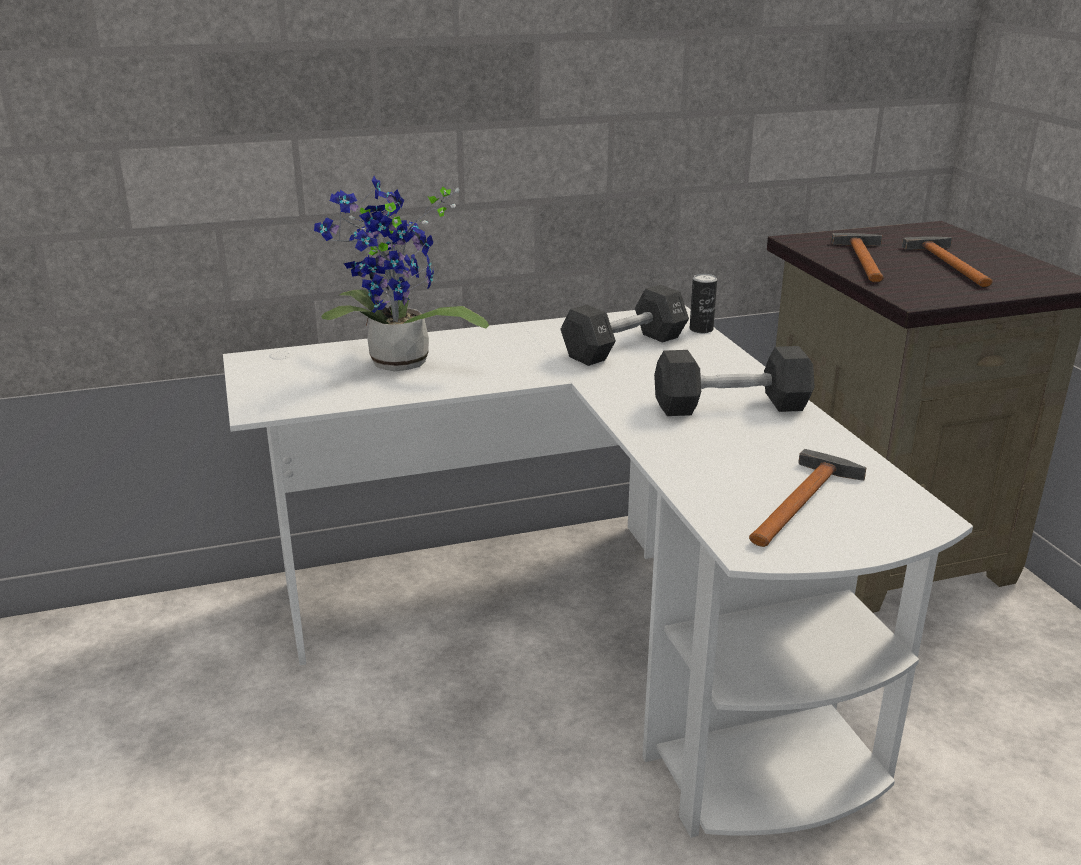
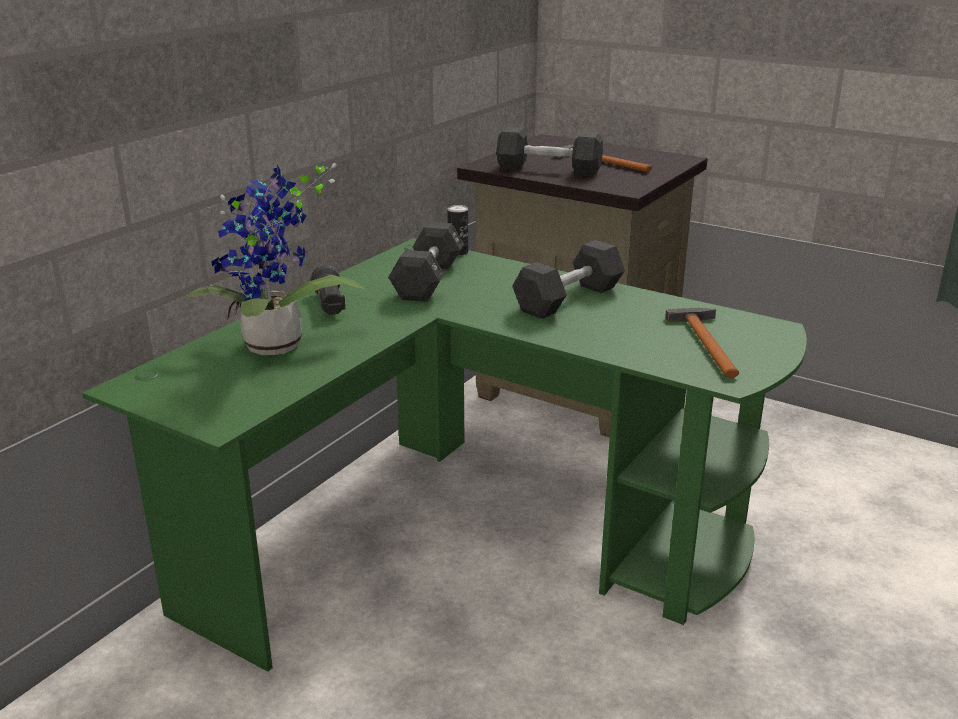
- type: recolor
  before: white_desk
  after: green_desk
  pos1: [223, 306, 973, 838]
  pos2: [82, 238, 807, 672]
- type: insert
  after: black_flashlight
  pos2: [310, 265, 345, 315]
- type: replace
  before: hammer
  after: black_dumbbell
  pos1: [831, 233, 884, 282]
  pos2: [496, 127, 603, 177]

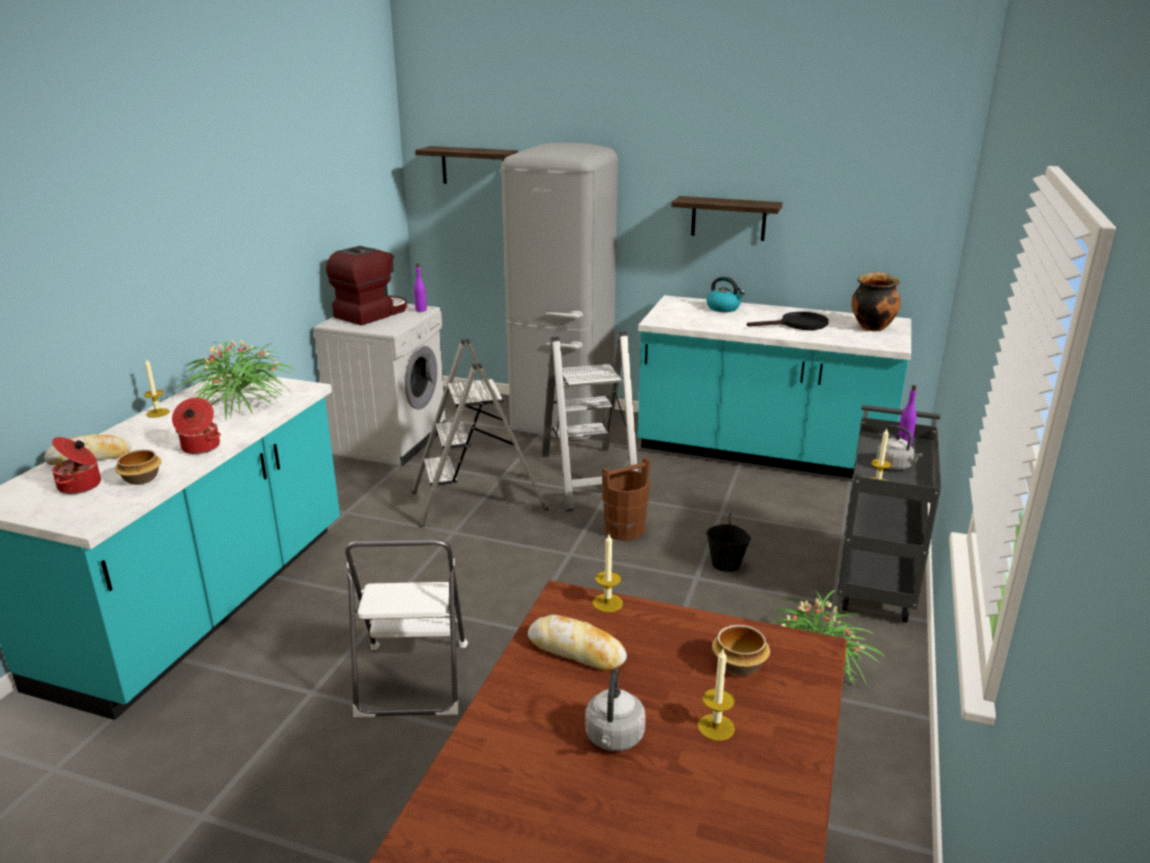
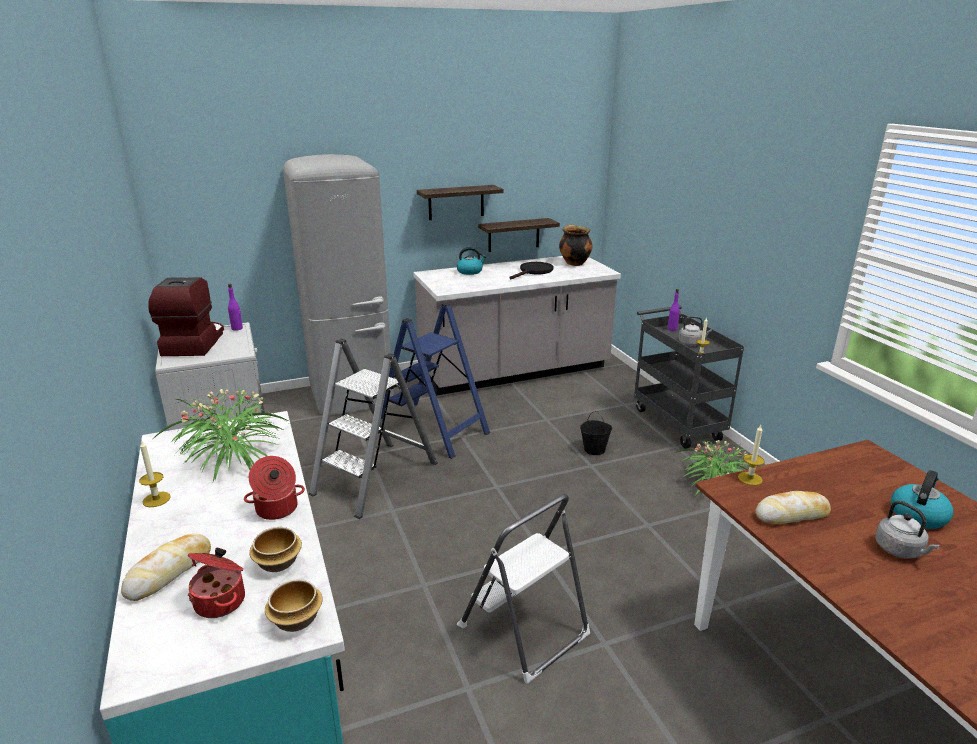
- type: move
  before: bowl
  pos1: [712, 625, 770, 676]
  pos2: [265, 579, 322, 632]
- type: recolor
  before: grey_step_ladder
  after: blue_step_ladder
  pos1: [541, 332, 638, 511]
  pos2: [381, 302, 490, 459]
- type: recolor
  before: turquoise_counter
  after: grey_counter
  pos1: [637, 295, 911, 479]
  pos2: [413, 256, 621, 395]
- type: move
  before: shelf
  pos1: [415, 146, 518, 184]
  pos2: [478, 218, 560, 252]
- type: replace
  before: candle
  after: kettle
  pos1: [698, 649, 735, 741]
  pos2: [891, 470, 953, 529]
- type: delete
  before: brown_bucket
  pos1: [602, 457, 650, 541]

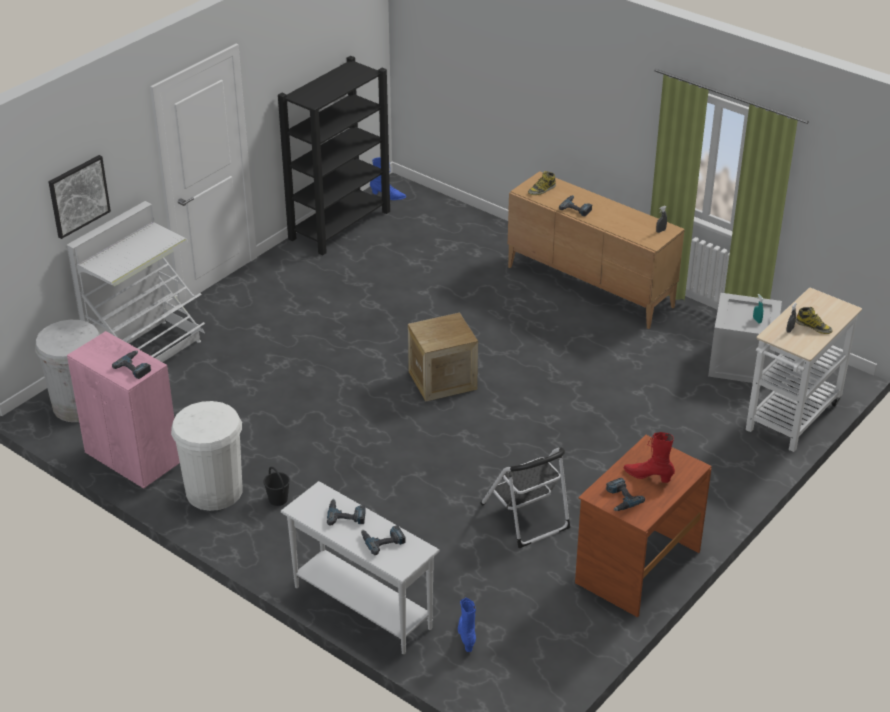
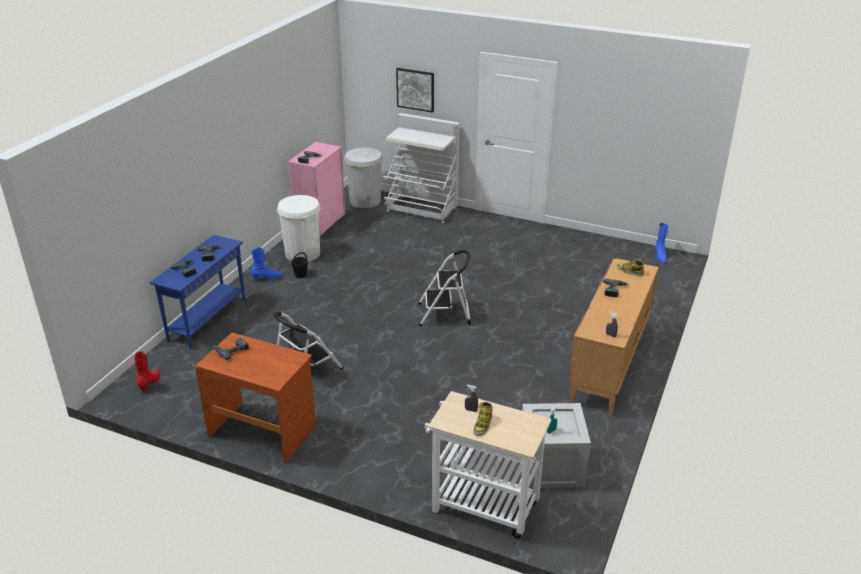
- type: move
  before: red_boot
  pos1: [624, 432, 675, 483]
  pos2: [134, 351, 160, 391]
- type: recolor
  before: white_console_table
  after: blue_console_table
  pos1: [281, 481, 440, 655]
  pos2: [150, 235, 245, 349]
- type: move
  before: blue_boot
  pos1: [458, 597, 476, 652]
  pos2: [251, 247, 283, 280]
- type: replace
  before: crate
  after: step_ladder
  pos1: [408, 312, 478, 402]
  pos2: [418, 250, 471, 326]
- type: delete
  before: black_bookcase
  pos1: [278, 56, 390, 255]

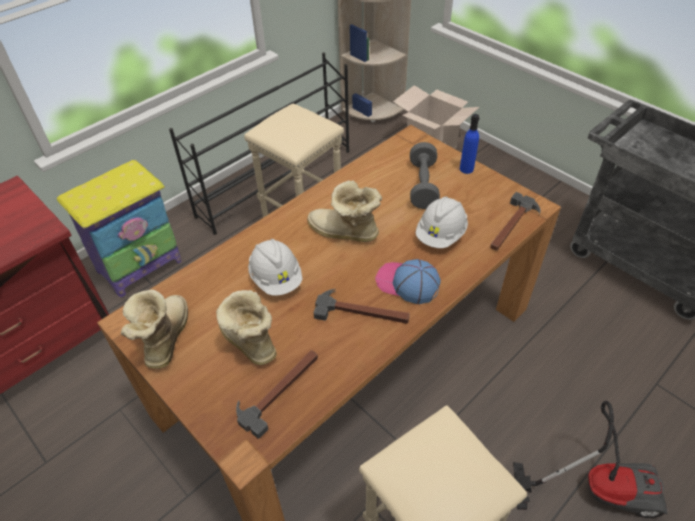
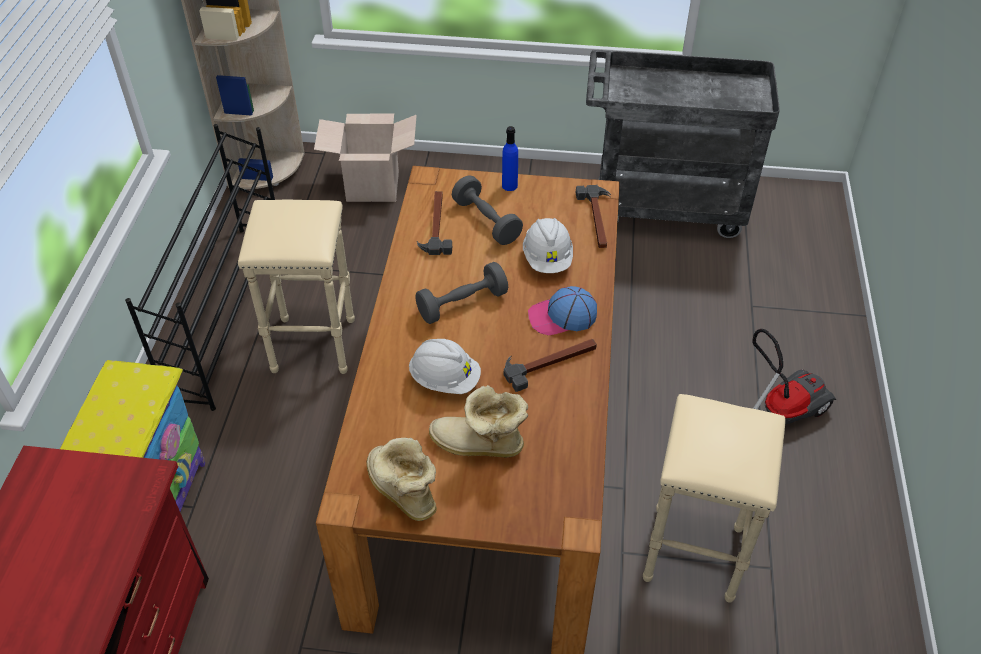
- type: replace
  before: boot
  after: grey_dumbbell
  pos1: [307, 180, 382, 242]
  pos2: [415, 262, 508, 324]
- type: move
  before: hammer
  pos1: [236, 350, 318, 439]
  pos2: [417, 191, 452, 255]

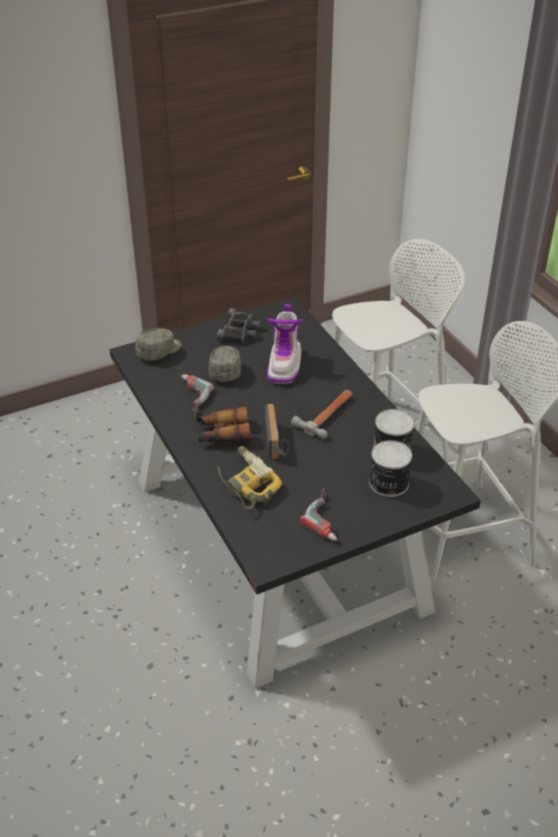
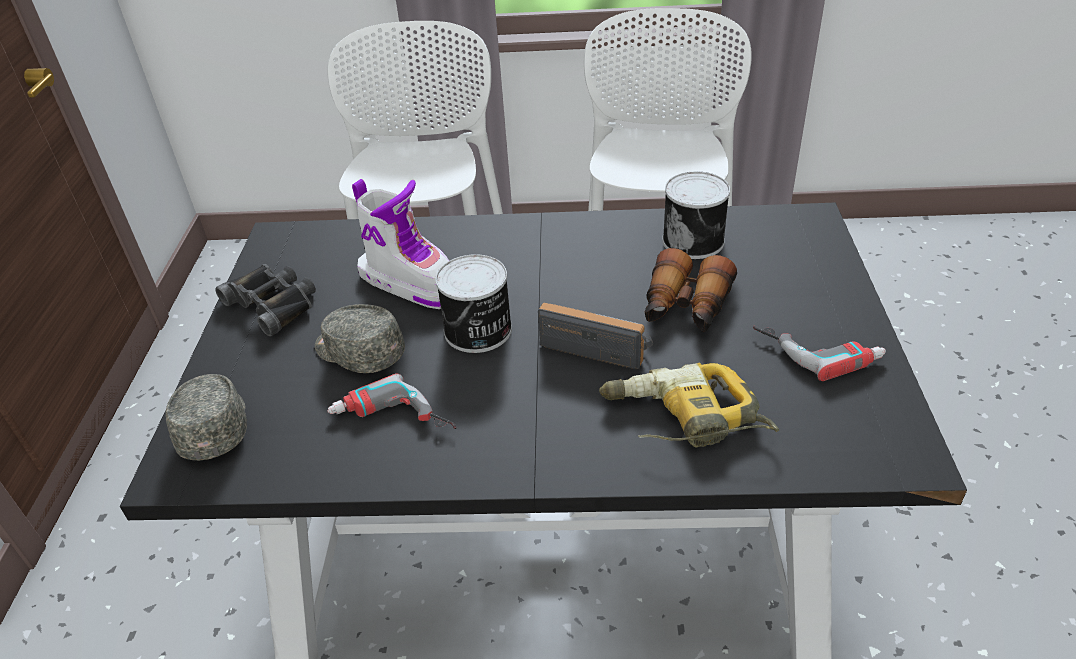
- type: move
  before: can
  pos1: [369, 440, 412, 497]
  pos2: [435, 254, 512, 353]
- type: move
  before: binoculars
  pos1: [196, 406, 251, 444]
  pos2: [645, 248, 737, 332]
- type: delete
  before: hammer
  pos1: [291, 390, 353, 439]

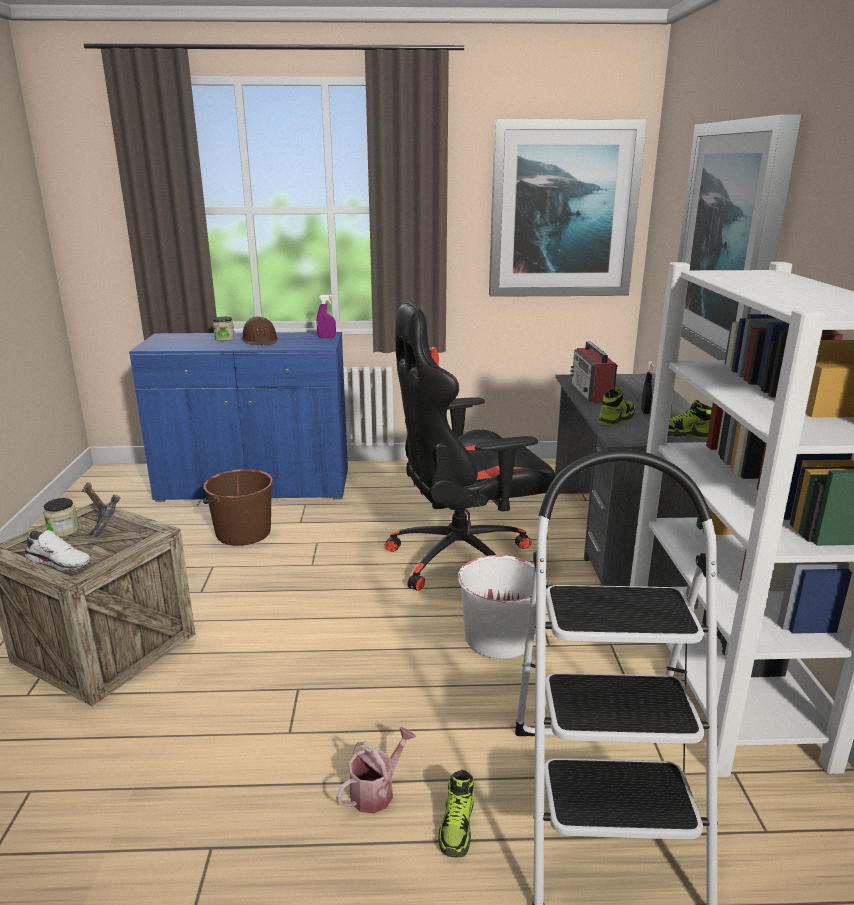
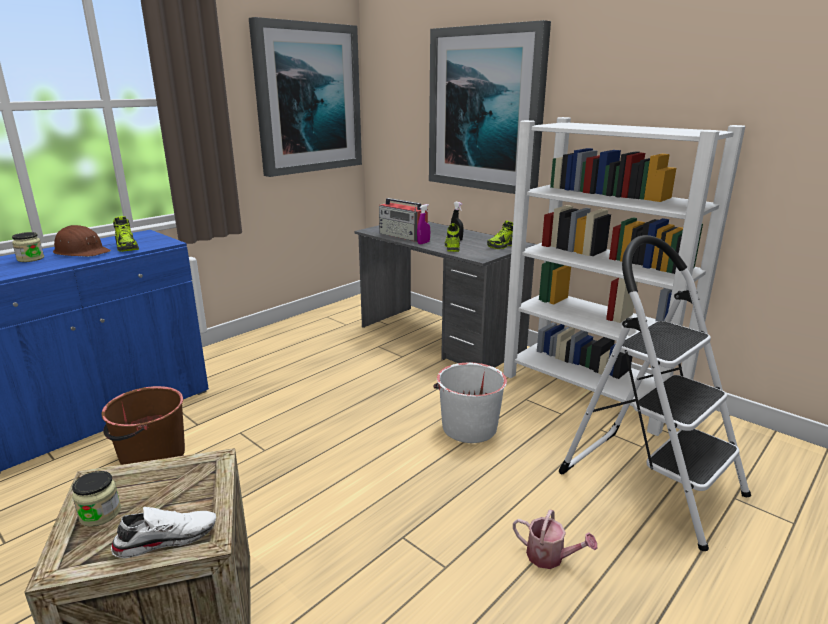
- type: move
  before: shoe
  pos1: [438, 770, 474, 858]
  pos2: [113, 216, 139, 252]
- type: move
  before: purple_spray_bottle
  pos1: [317, 294, 336, 338]
  pos2: [417, 204, 430, 245]
- type: rotate
  before: watering_can
  pos1: [336, 727, 416, 814]
  pos2: [513, 510, 597, 569]
  turn: 120
- type: delete
  before: hammer
  pos1: [82, 482, 121, 537]
- type: delete
  before: black_office_chair
  pos1: [385, 302, 555, 591]

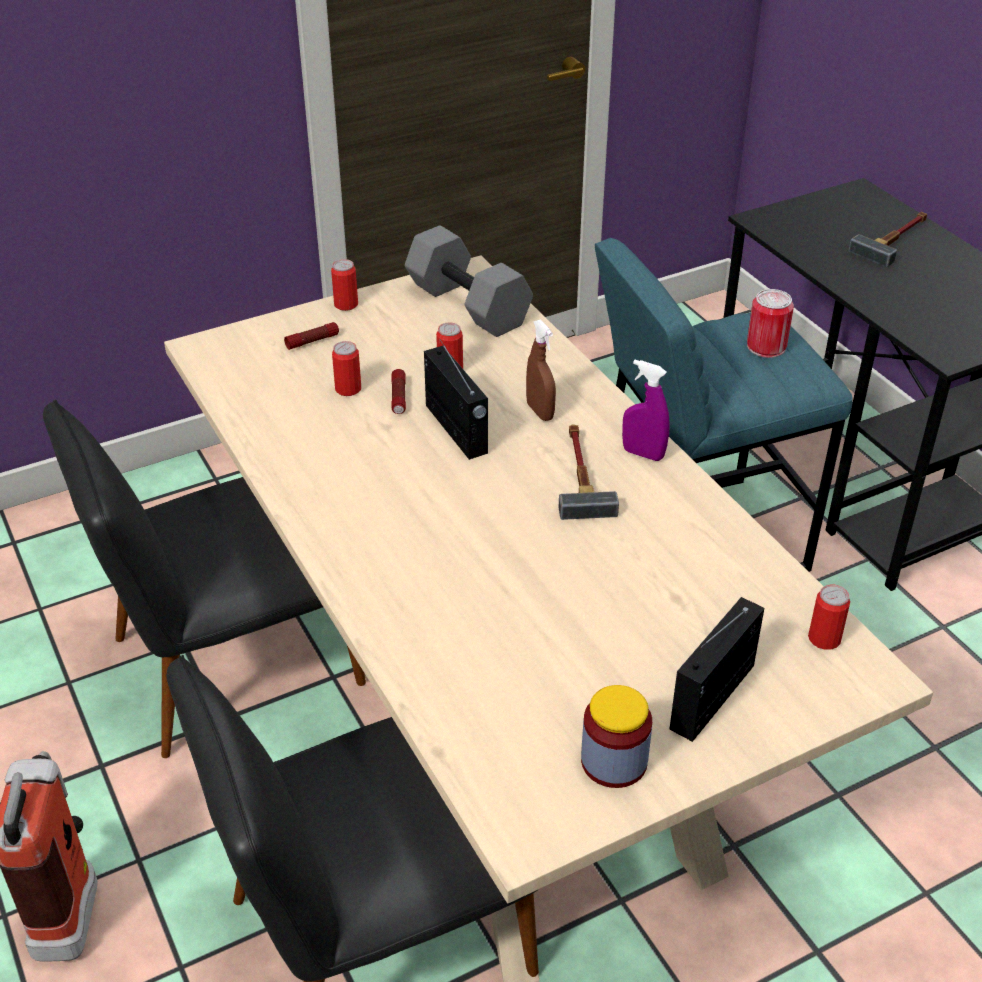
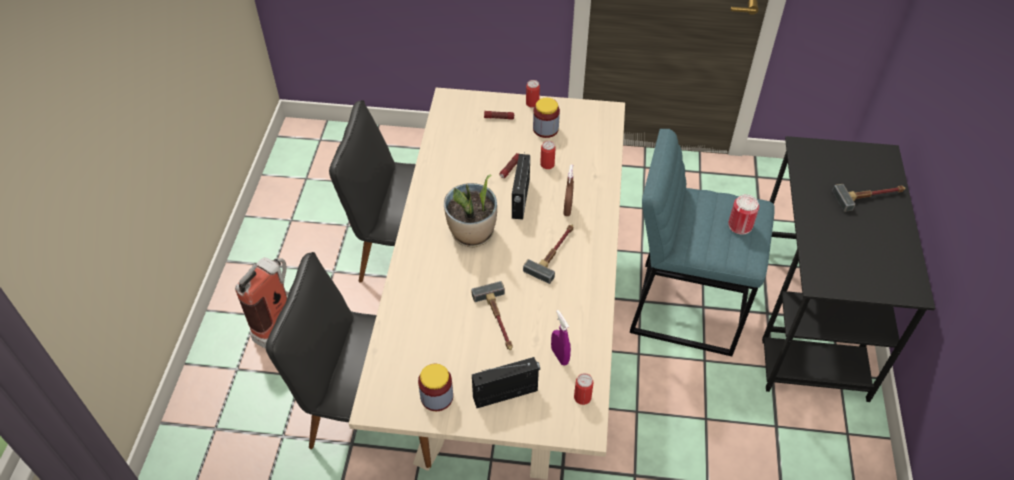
- type: insert
  after: potted_plant
  pos2: [444, 174, 497, 247]
- type: insert
  after: hammer
  pos2: [471, 281, 513, 350]
- type: insert
  after: jar
  pos2: [533, 98, 560, 138]
- type: move
  before: purple_spray_bottle
  pos1: [622, 360, 670, 461]
  pos2: [551, 310, 571, 365]
- type: delete
  before: can
  pos1: [332, 341, 361, 396]
- type: delete
  before: grey_dumbbell
  pos1: [405, 225, 533, 337]

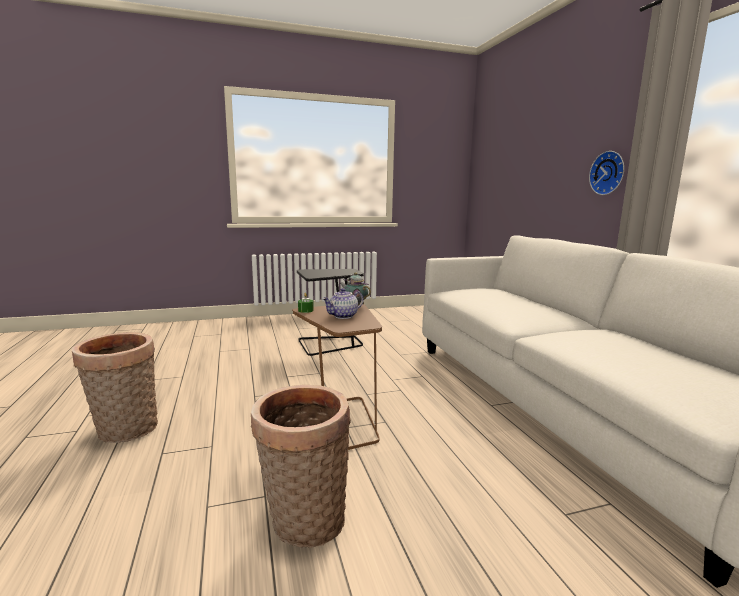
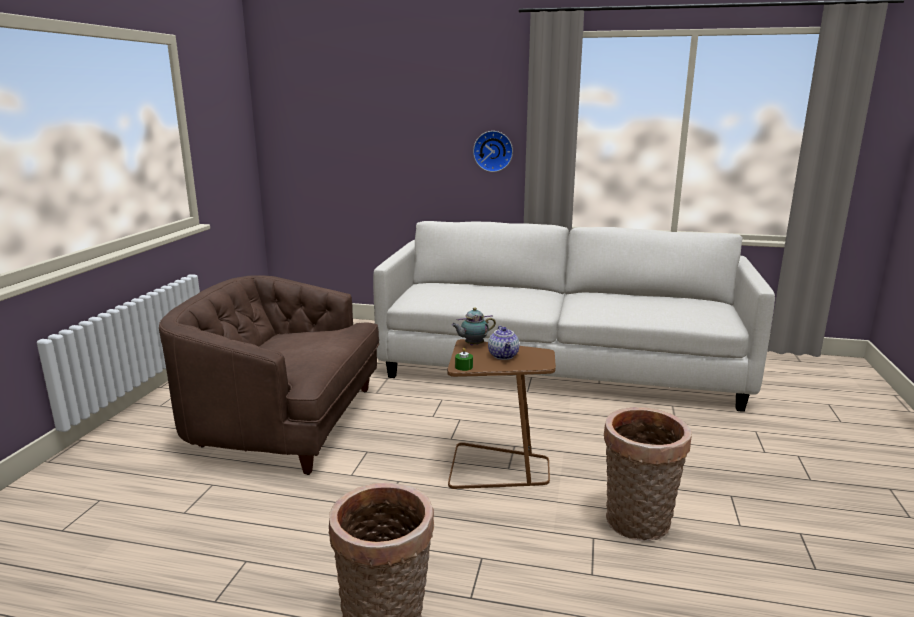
- type: replace
  before: black_side_table
  after: brown_armchair
  pos1: [297, 269, 364, 356]
  pos2: [159, 275, 379, 475]

